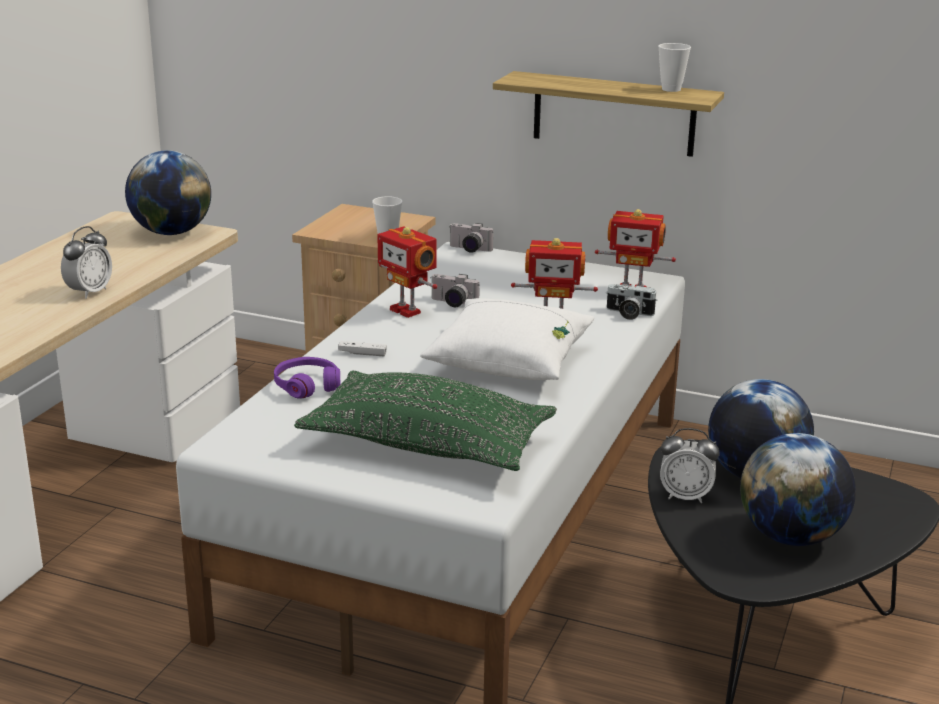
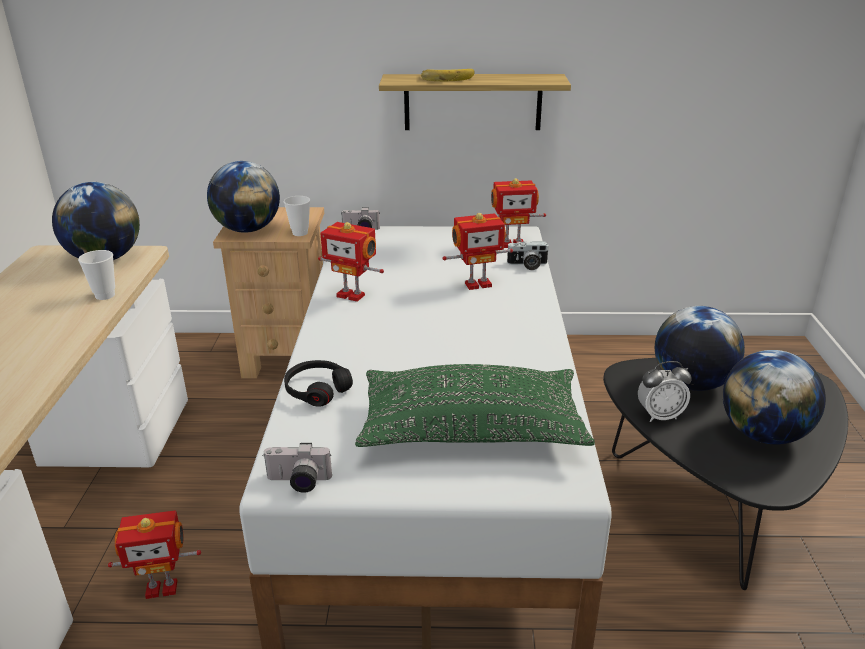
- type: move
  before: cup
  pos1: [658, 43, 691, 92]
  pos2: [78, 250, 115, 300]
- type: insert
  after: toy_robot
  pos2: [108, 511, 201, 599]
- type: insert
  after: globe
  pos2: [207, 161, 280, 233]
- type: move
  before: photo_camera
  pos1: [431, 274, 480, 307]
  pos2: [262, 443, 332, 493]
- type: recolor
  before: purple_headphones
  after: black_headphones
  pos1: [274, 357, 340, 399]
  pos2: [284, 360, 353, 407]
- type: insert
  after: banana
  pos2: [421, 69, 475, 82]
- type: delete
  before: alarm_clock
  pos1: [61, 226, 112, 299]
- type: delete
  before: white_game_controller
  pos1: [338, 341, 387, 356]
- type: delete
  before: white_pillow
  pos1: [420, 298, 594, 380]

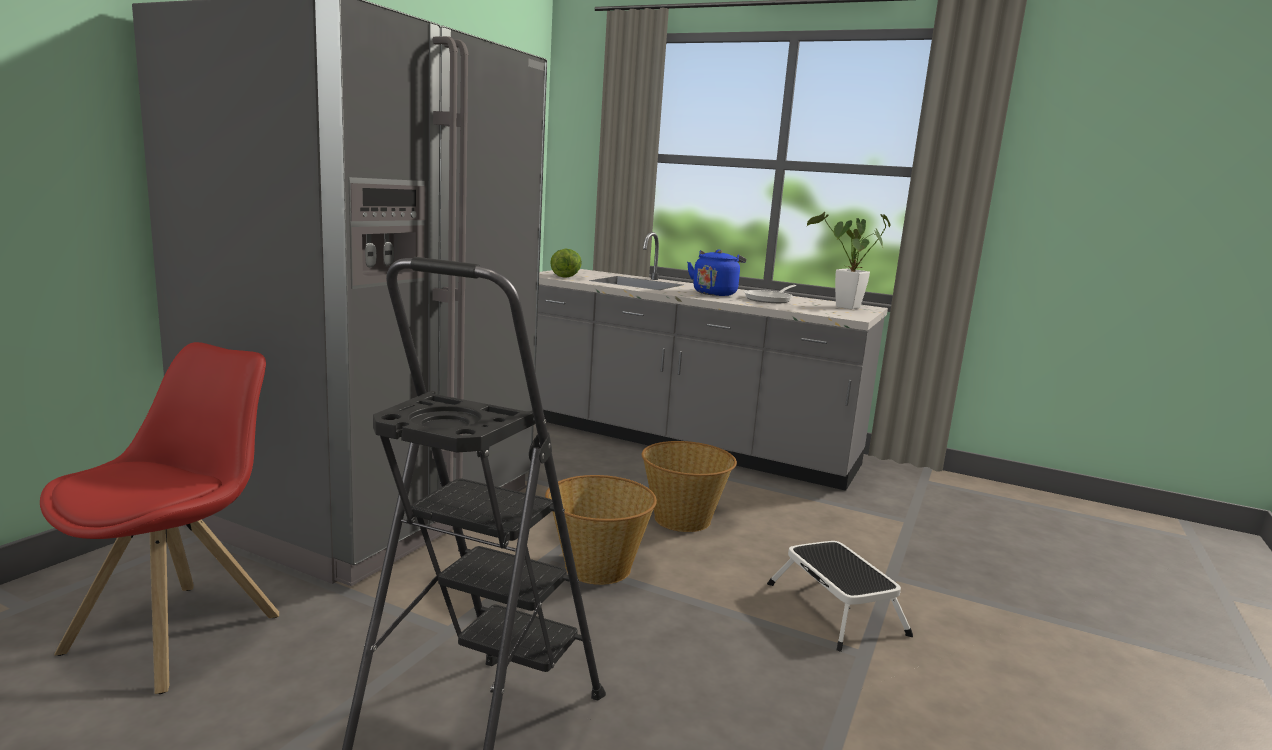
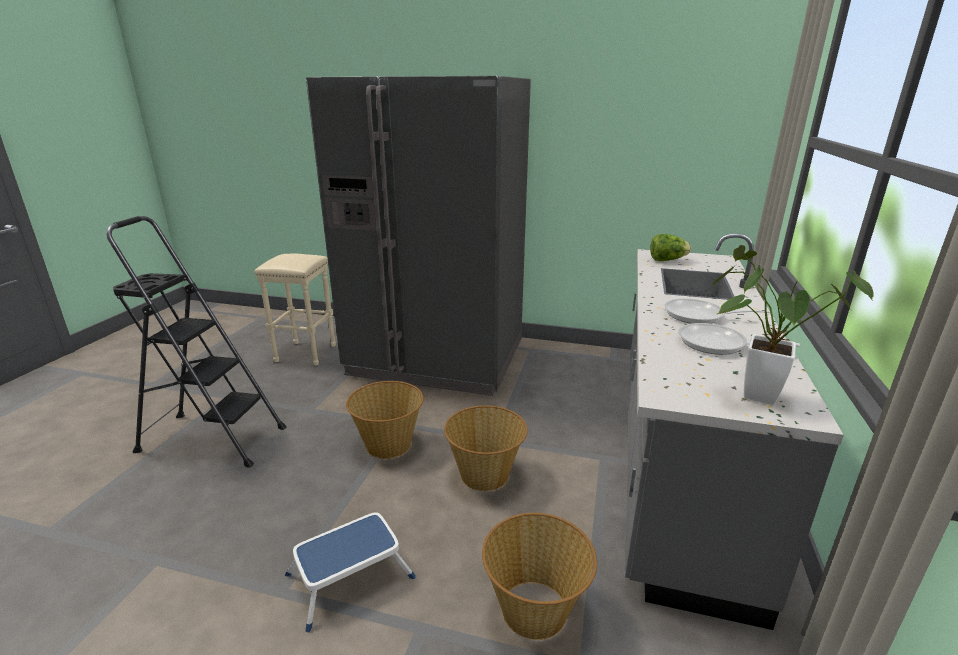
- type: replace
  before: red_chair
  after: beige_stool
  pos1: [40, 342, 279, 694]
  pos2: [254, 254, 336, 365]
- type: recolor
  before: black_step_ladder
  after: blue_step_ladder
  pos1: [767, 541, 913, 652]
  pos2: [285, 512, 416, 632]
- type: insert
  after: basket
  pos2: [482, 513, 597, 640]
- type: replace
  before: blue_kettle
  after: frying_pan
  pos1: [687, 249, 746, 296]
  pos2: [664, 298, 770, 324]

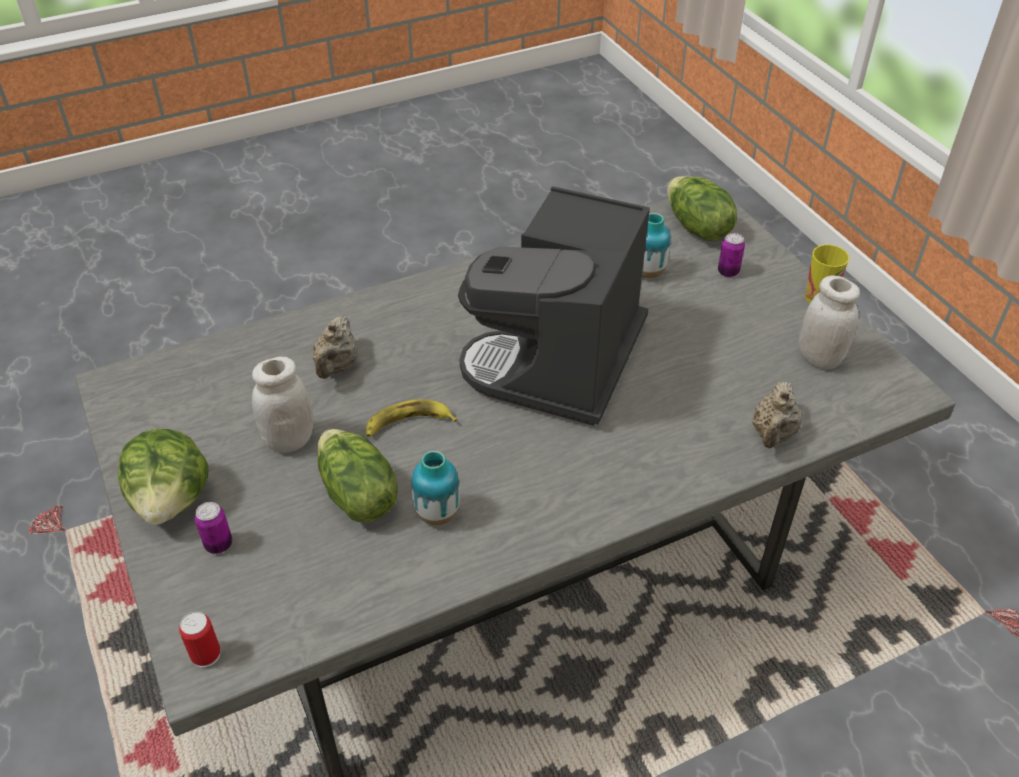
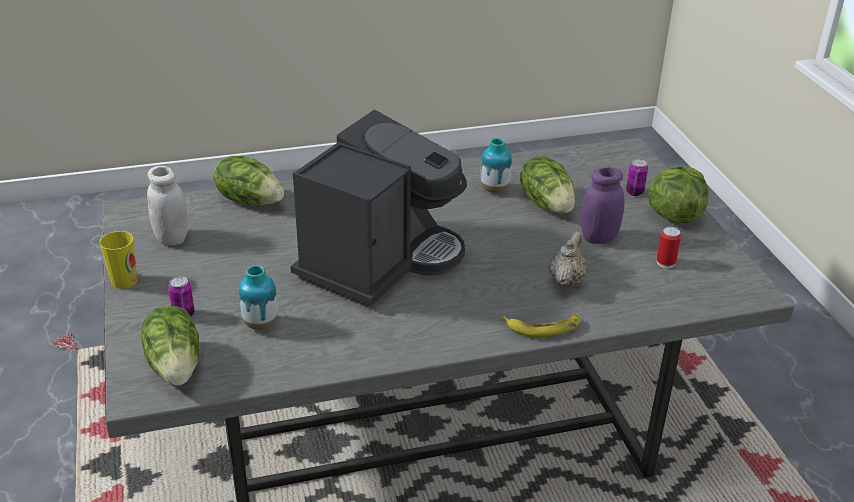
- type: replace
  before: beige_teapot
  after: lettuce
  pos1: [752, 381, 802, 448]
  pos2: [213, 156, 284, 205]
- type: move
  before: banana
  pos1: [366, 399, 457, 437]
  pos2: [502, 314, 580, 337]
- type: recolor
  before: white_jar
  after: purple_jar
  pos1: [252, 357, 314, 453]
  pos2: [580, 167, 624, 244]
- type: move
  before: can
  pos1: [179, 612, 220, 668]
  pos2: [657, 227, 681, 268]

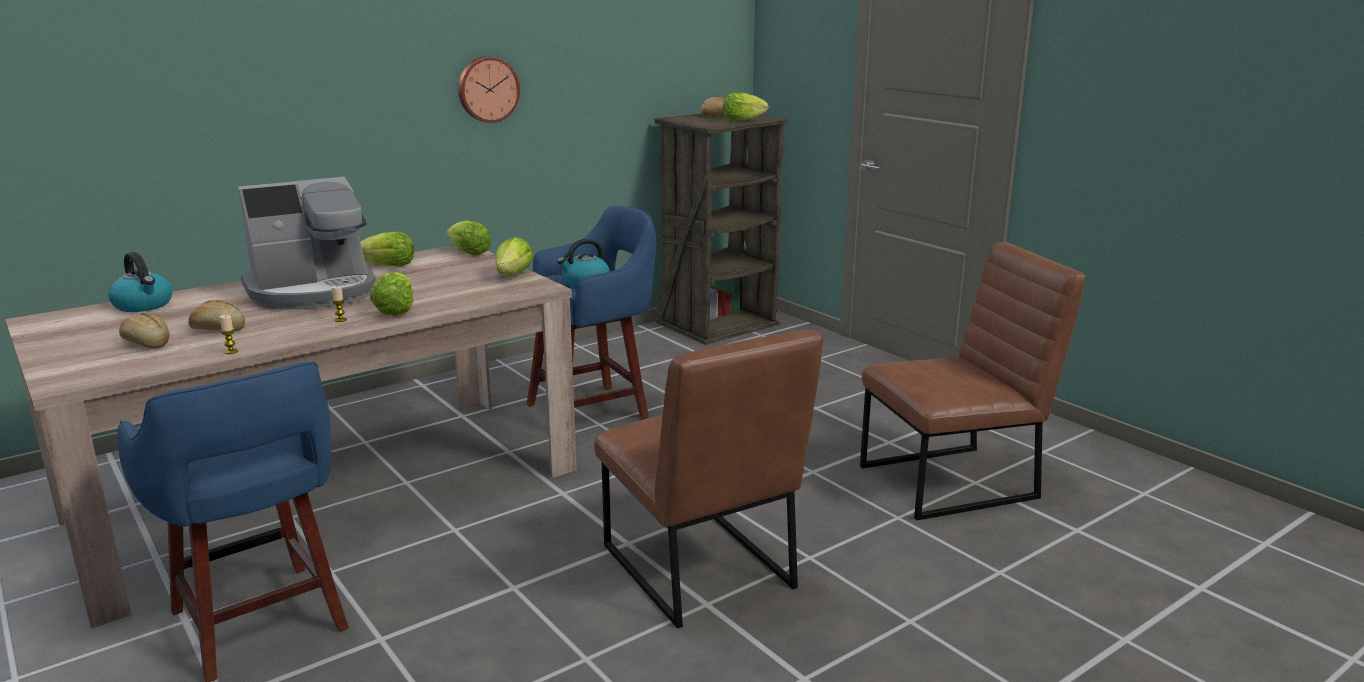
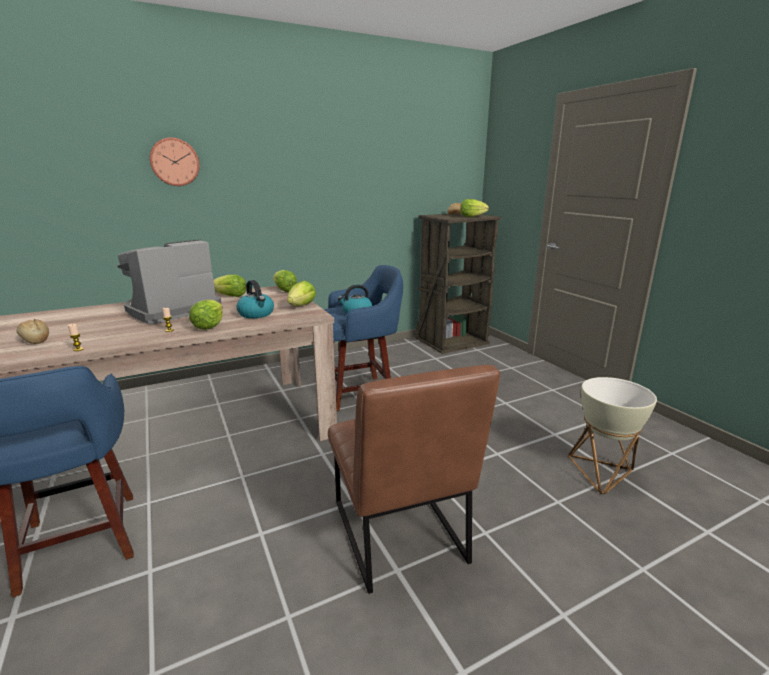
- type: rotate
  before: coffee_machine
  pos1: [238, 177, 376, 310]
  pos2: [117, 239, 221, 324]
  turn: 150
- type: move
  before: wall_clock
  pos1: [458, 56, 520, 123]
  pos2: [150, 138, 200, 186]
- type: move
  before: kettle
  pos1: [108, 252, 172, 312]
  pos2: [236, 280, 274, 318]
- type: replace
  before: brown_chair
  after: planter
  pos1: [860, 242, 1086, 520]
  pos2: [568, 377, 657, 494]
- type: delete
  before: bread
  pos1: [188, 300, 245, 331]

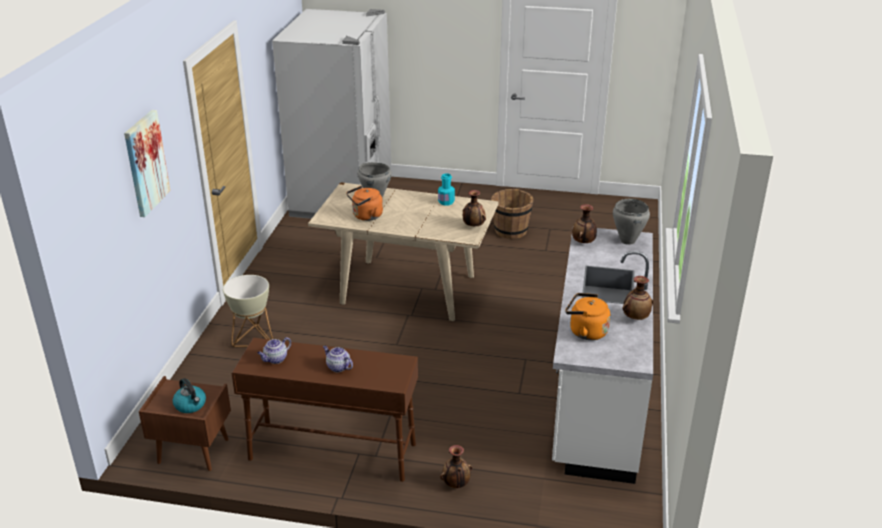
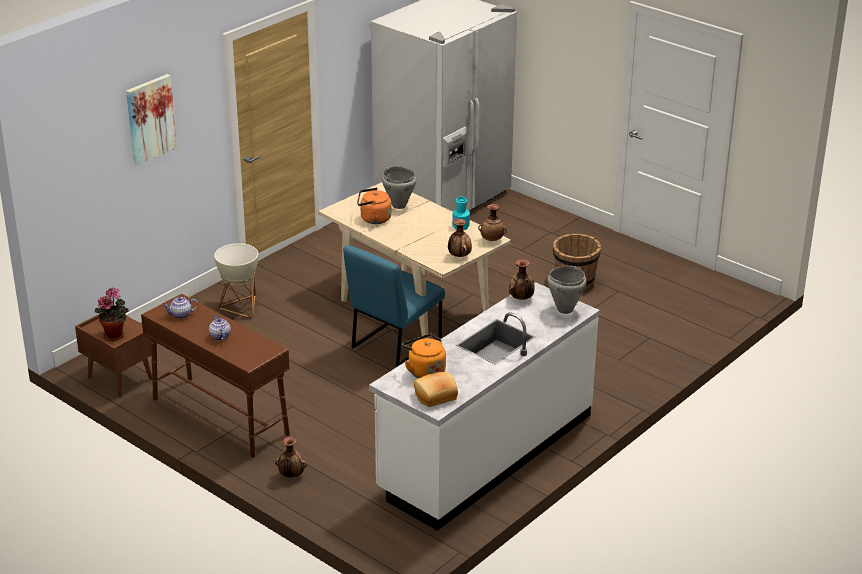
- type: replace
  before: kettle
  after: potted_plant
  pos1: [173, 378, 206, 413]
  pos2: [95, 287, 128, 341]
- type: insert
  after: blue_chair
  pos2: [343, 245, 445, 367]
- type: insert
  after: bread
  pos2: [414, 372, 458, 407]
- type: move
  before: vase
  pos1: [622, 276, 653, 320]
  pos2: [478, 204, 507, 241]

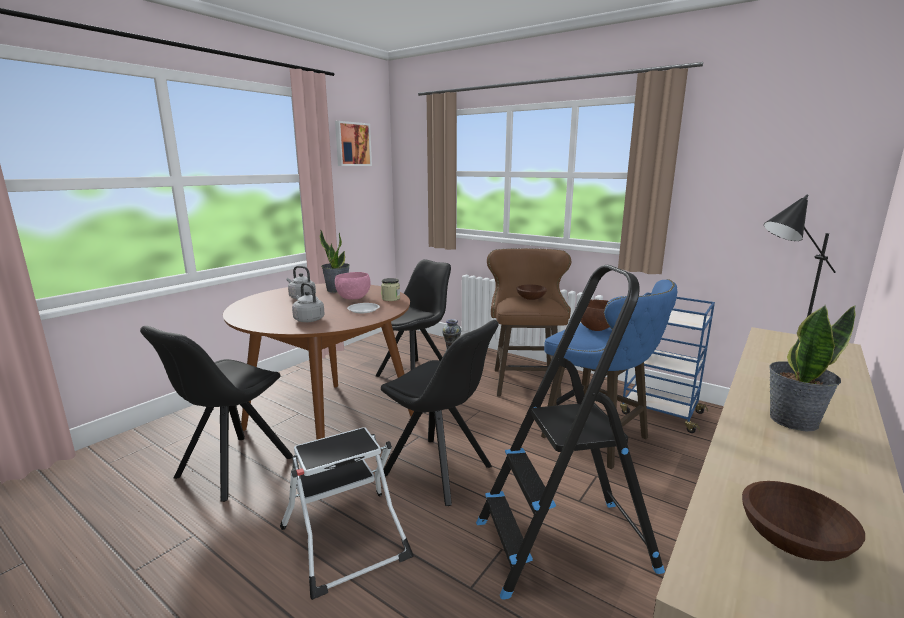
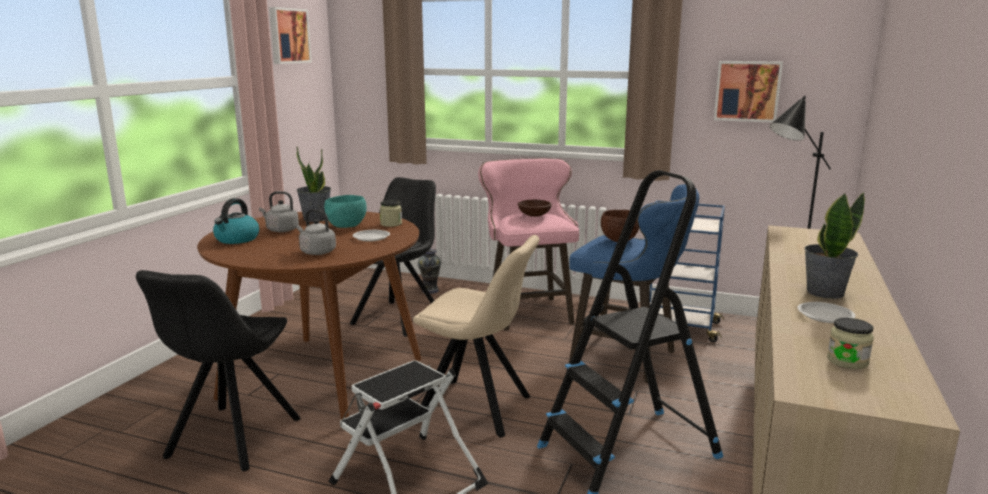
- type: insert
  after: kettle
  pos2: [213, 198, 259, 244]
- type: recolor
  before: pink_bowl
  after: turquoise_bowl
  pos1: [335, 272, 371, 299]
  pos2: [324, 195, 367, 228]
- type: recolor
  before: black_chair
  after: beige_chair
  pos1: [381, 320, 499, 506]
  pos2: [413, 235, 539, 438]
- type: recolor
  before: brown_stool
  after: pink_stool
  pos1: [487, 248, 571, 398]
  pos2: [478, 158, 579, 330]
- type: insert
  after: picture
  pos2: [714, 61, 783, 122]
- type: insert
  after: white_plate
  pos2: [798, 302, 855, 323]
- type: replace
  before: brown_bowl
  after: jar
  pos1: [742, 481, 865, 561]
  pos2: [827, 318, 874, 369]

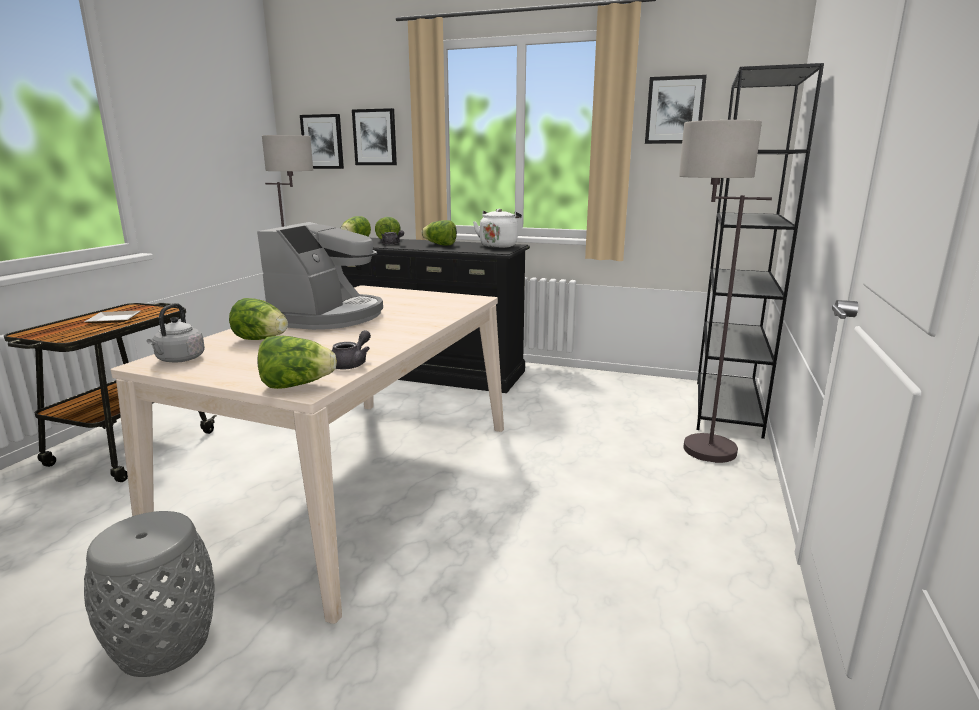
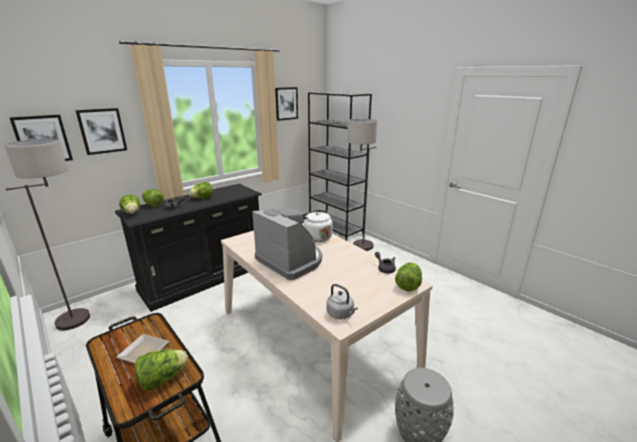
- type: move
  before: lettuce
  pos1: [229, 298, 288, 340]
  pos2: [135, 349, 188, 391]
- type: move
  before: white_kettle
  pos1: [473, 209, 522, 248]
  pos2: [302, 210, 332, 242]

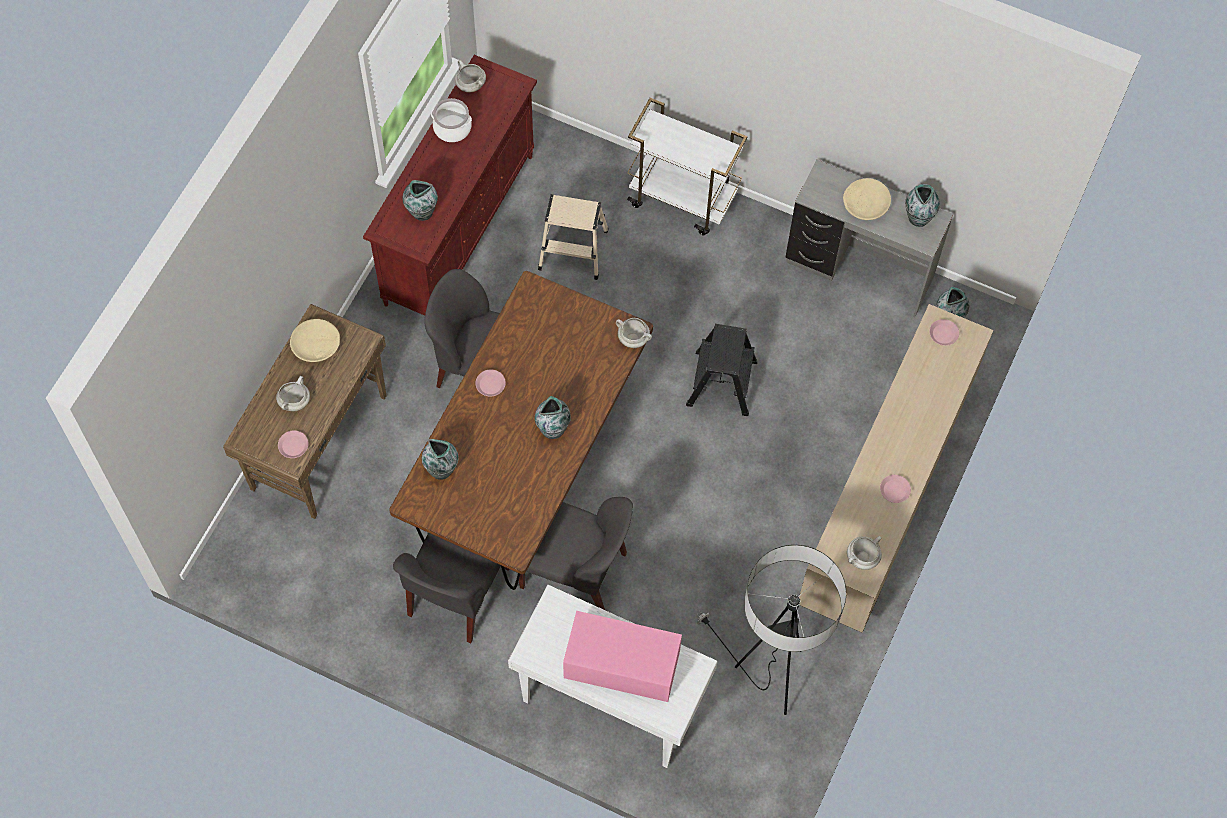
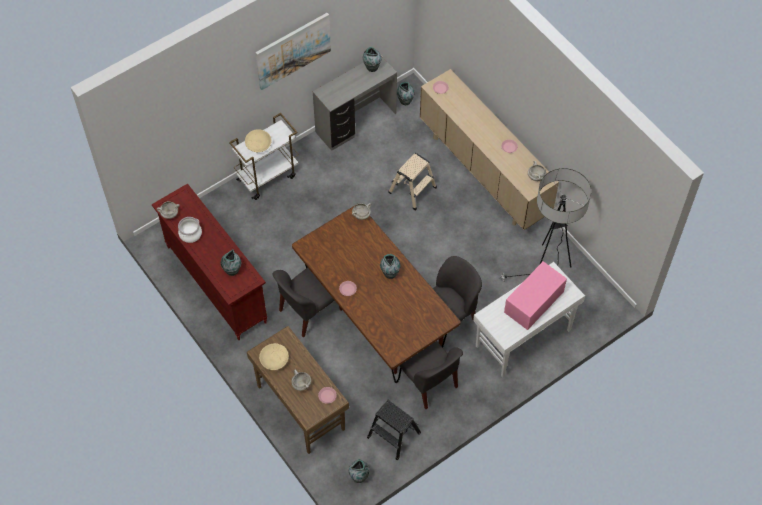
- type: move
  before: beige_bowl
  pos1: [843, 178, 891, 220]
  pos2: [245, 129, 271, 152]
- type: insert
  after: picture
  pos2: [255, 13, 331, 90]
- type: move
  before: vase
  pos1: [421, 439, 459, 480]
  pos2: [349, 459, 370, 483]
- type: move
  before: black_step_ladder
  pos1: [686, 324, 758, 416]
  pos2: [367, 400, 421, 460]
- type: move
  before: beige_step_ladder
  pos1: [538, 194, 609, 280]
  pos2: [388, 152, 437, 211]

